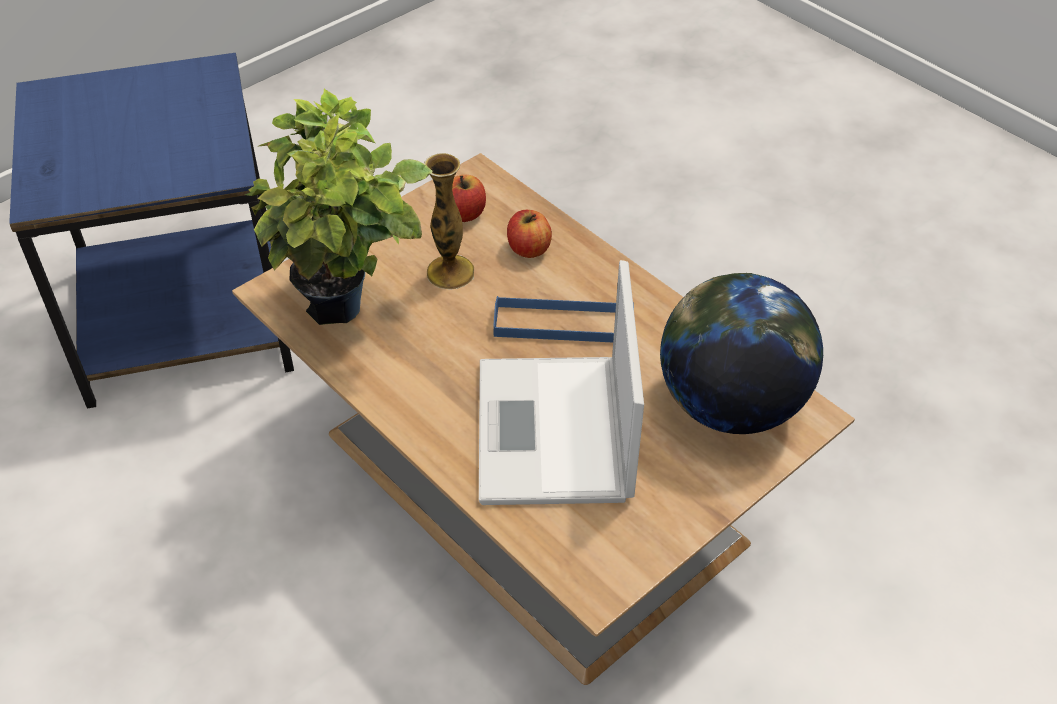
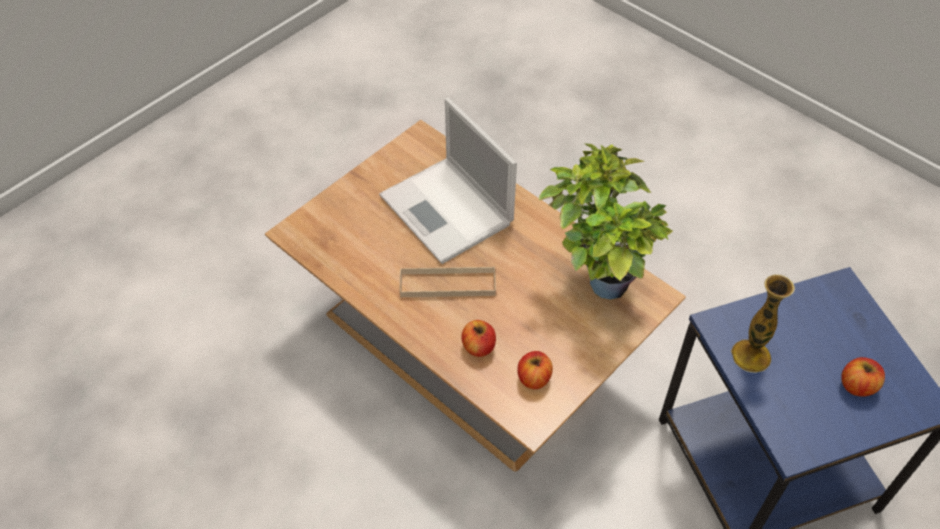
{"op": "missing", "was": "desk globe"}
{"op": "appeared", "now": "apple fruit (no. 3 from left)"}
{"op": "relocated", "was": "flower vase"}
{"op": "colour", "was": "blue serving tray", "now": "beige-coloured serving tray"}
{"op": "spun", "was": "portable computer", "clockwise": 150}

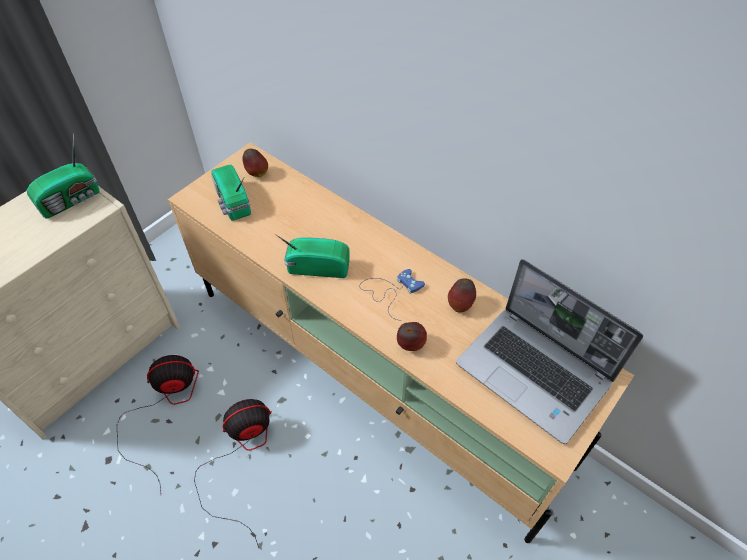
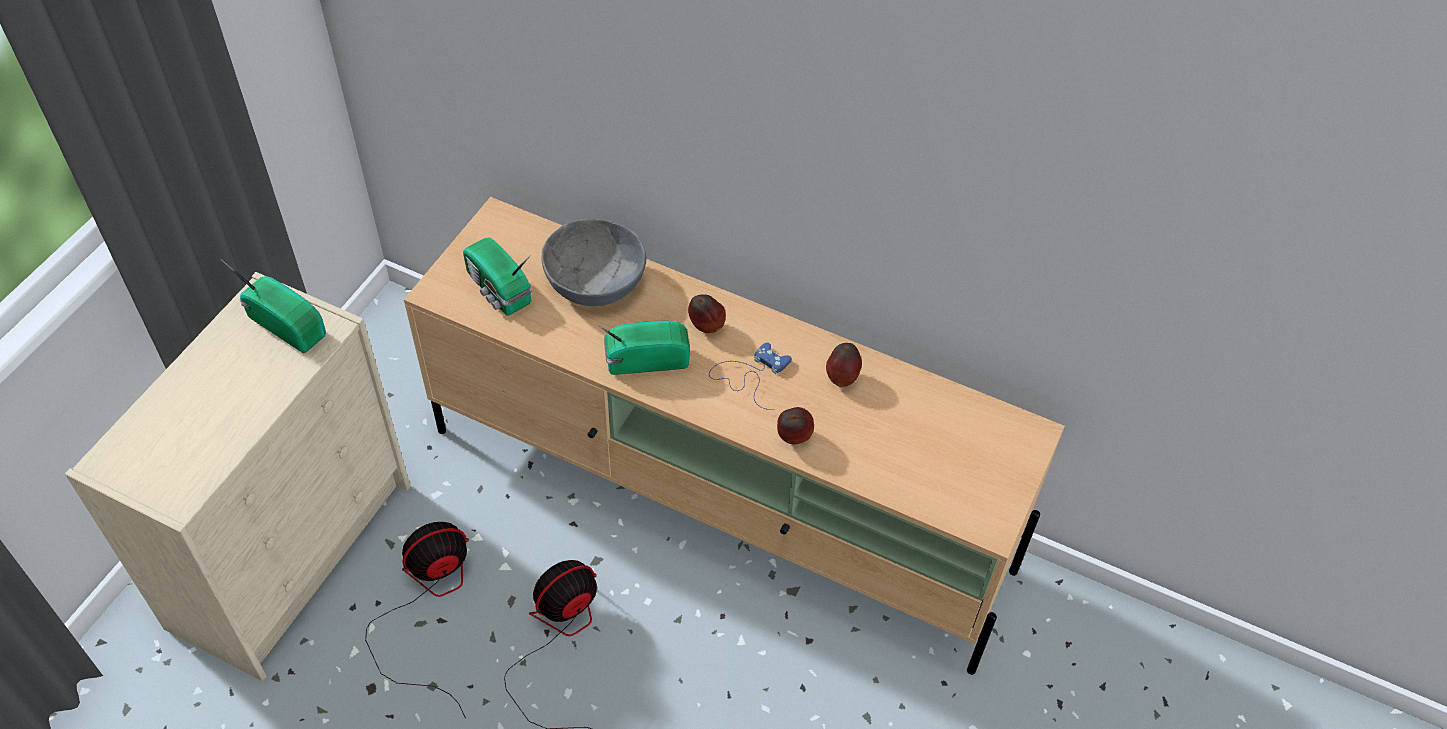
{"op": "missing", "was": "portable computer"}
{"op": "appeared", "now": "gray serving bowl"}
{"op": "relocated", "was": "apple fruit (no. 1 from left)"}
{"op": "spun", "was": "radio set (no. 1 from left)", "clockwise": -90}

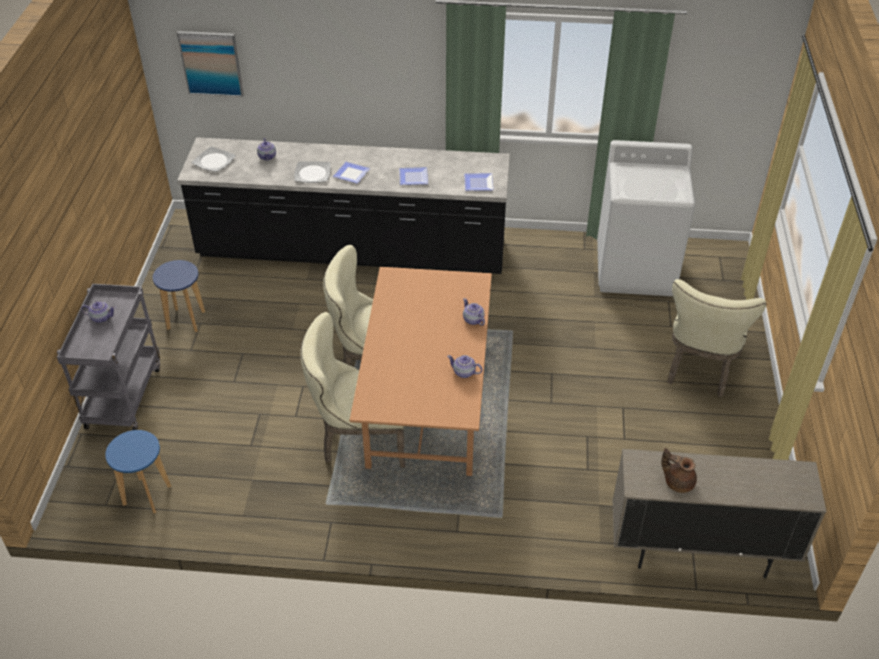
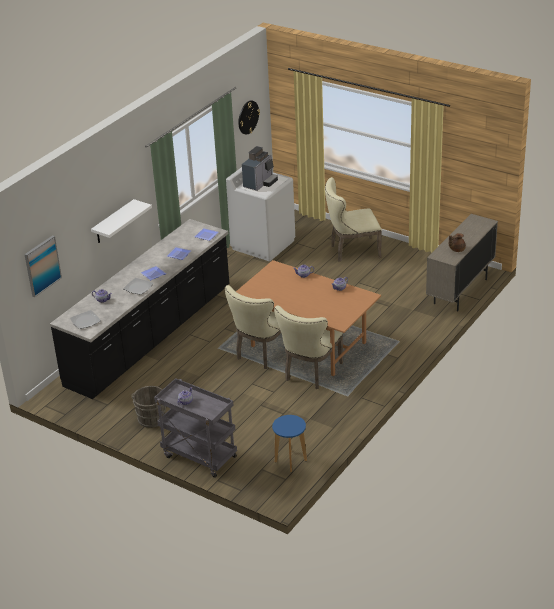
{"op": "appeared", "now": "white shelf"}
{"op": "appeared", "now": "clock on the wall"}
{"op": "appeared", "now": "coffee maker"}
{"op": "exchanged", "was": "blue sitting stool (no. 2 from left)", "now": "gray pail"}
{"op": "spun", "was": "beige-coloured plain chair (no. 3 from left)", "clockwise": 120}

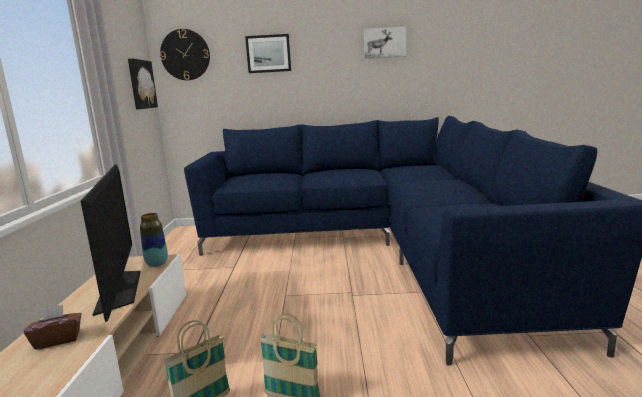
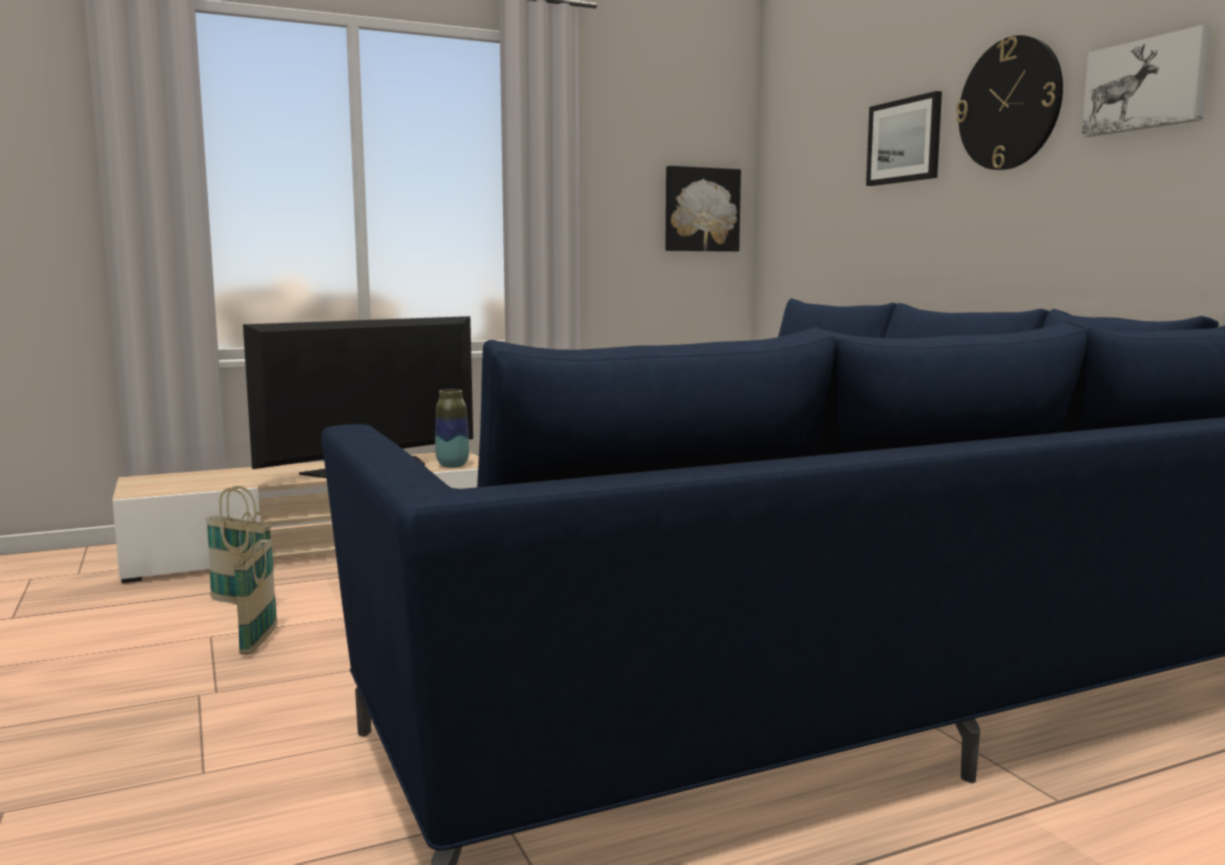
{"op": "missing", "was": "brown tissue holder"}
{"op": "relocated", "was": "clock on the wall"}

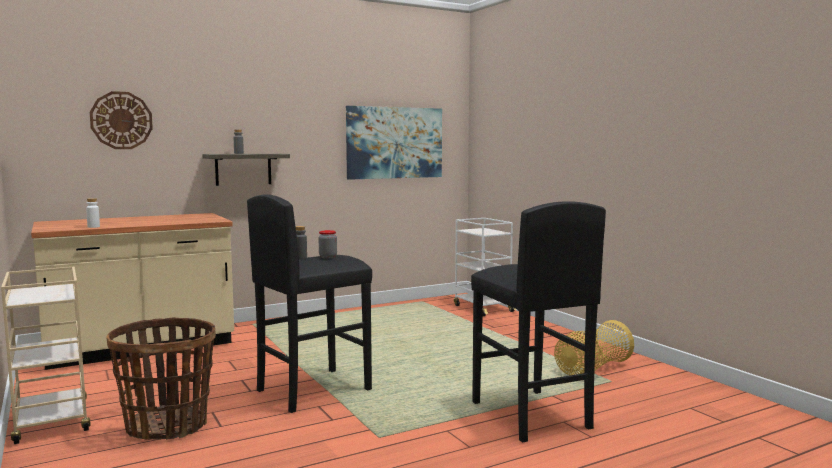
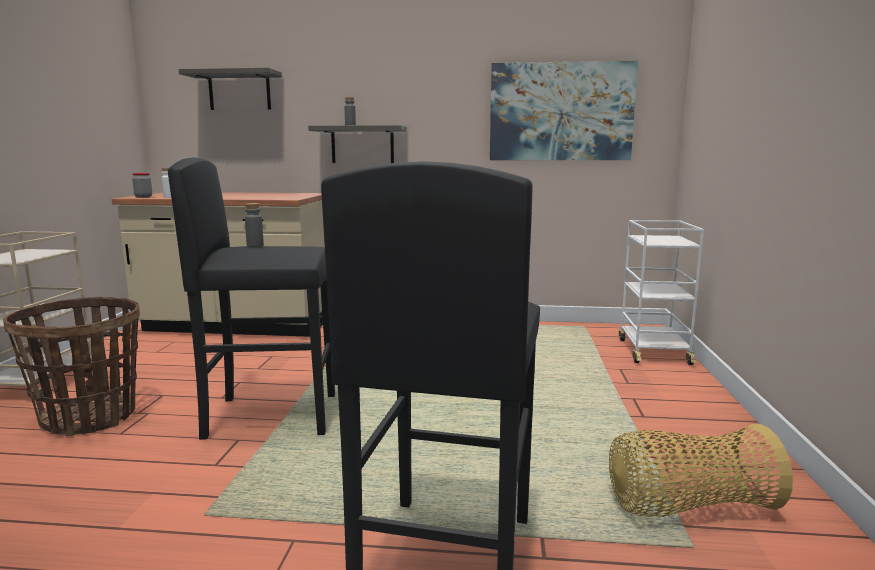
{"op": "relocated", "was": "jar"}
{"op": "exchanged", "was": "clock on the wall", "now": "shelf (no. 1 from left)"}

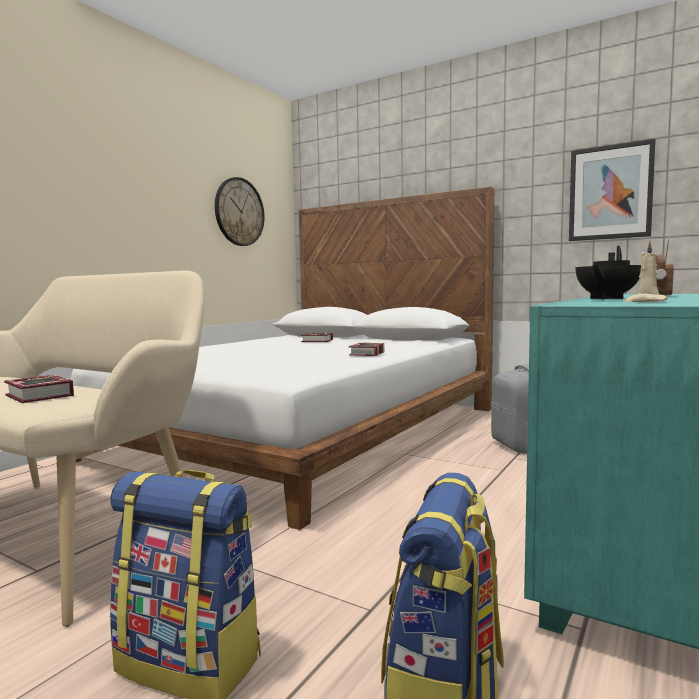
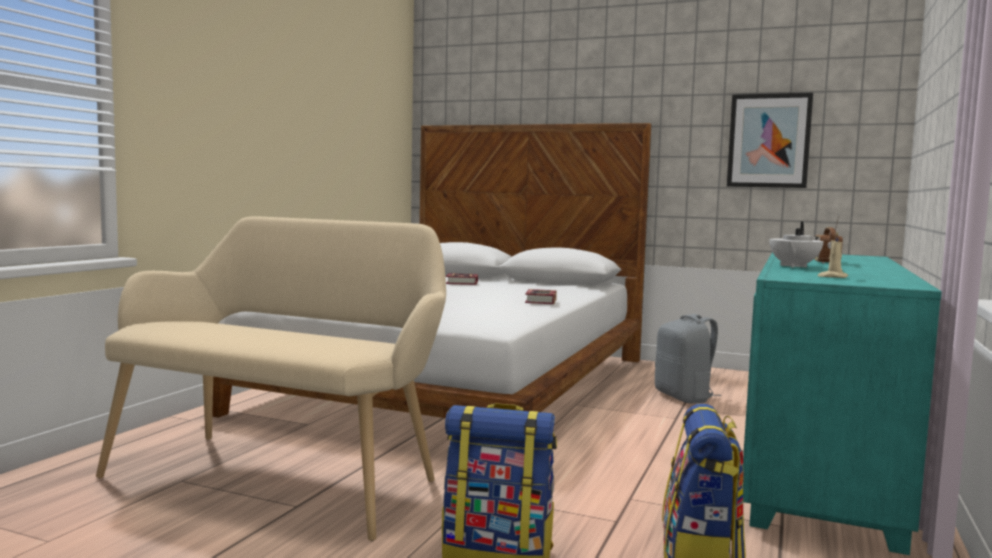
{"op": "missing", "was": "volume (no. 1 from left)"}
{"op": "missing", "was": "clock on the wall"}
{"op": "colour", "was": "black pot for tea", "now": "white pot for tea"}

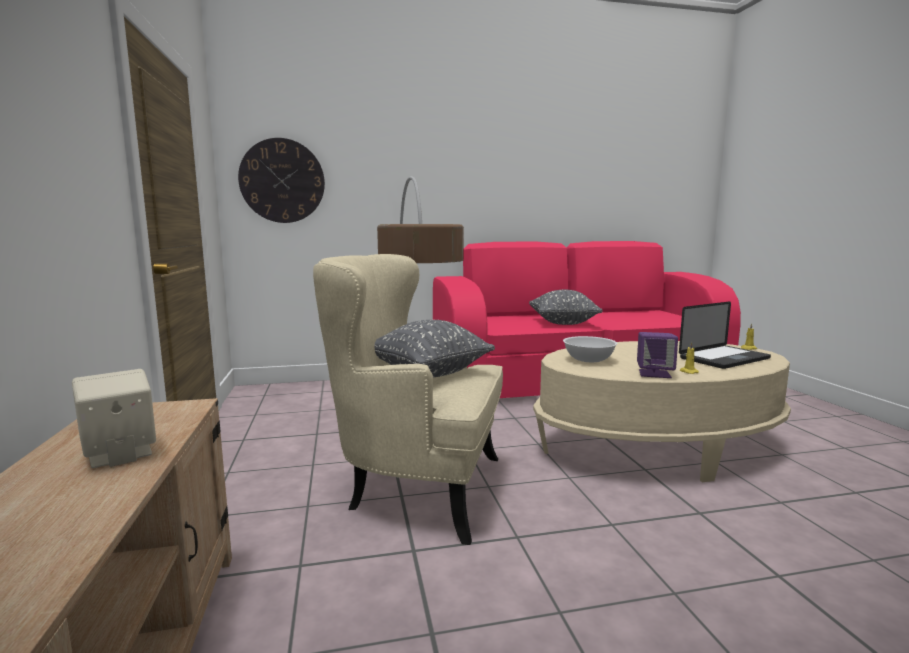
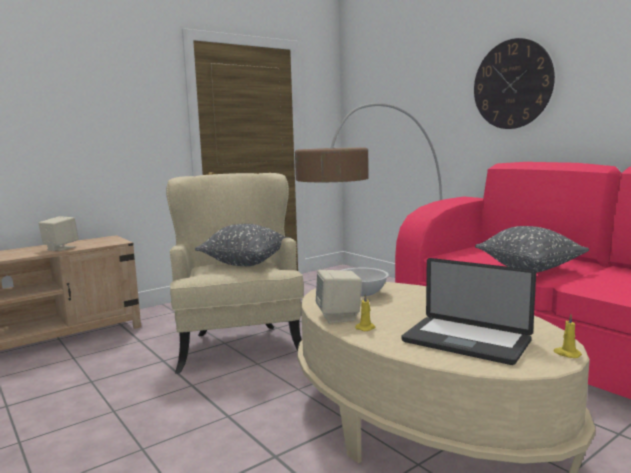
{"op": "relocated", "was": "clock on the wall"}
{"op": "colour", "was": "purple speaker", "now": "beige-coloured speaker (no. 2 from left)"}

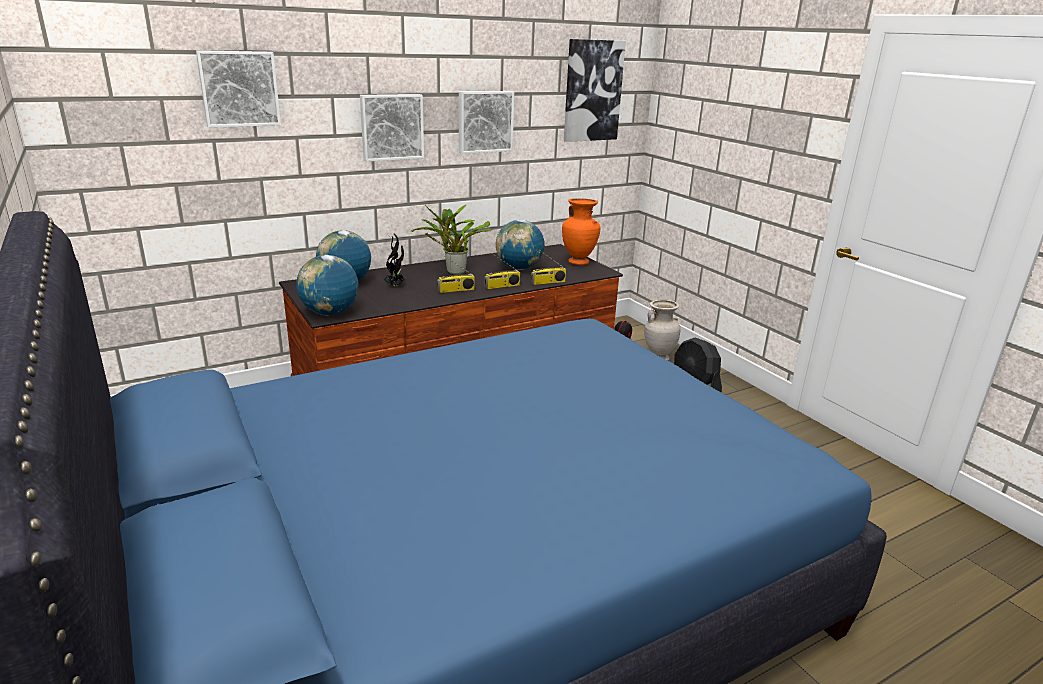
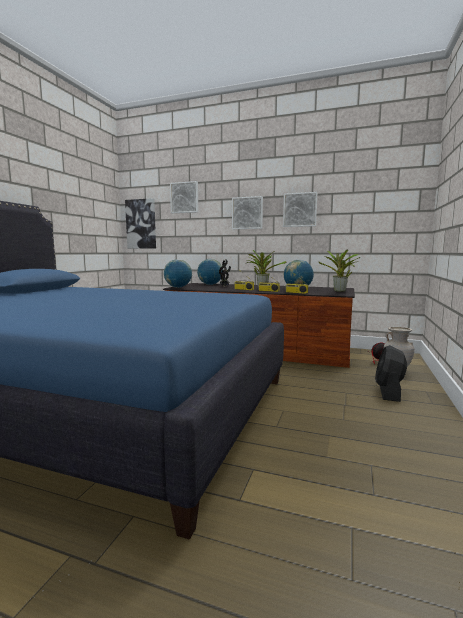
{"op": "relocated", "was": "wall picture (no. 4 from left in the first image)", "now": "wall picture (no. 1 from left)"}
{"op": "exchanged", "was": "orange-coloured flower vase", "now": "plant in a pot (no. 3 from left)"}

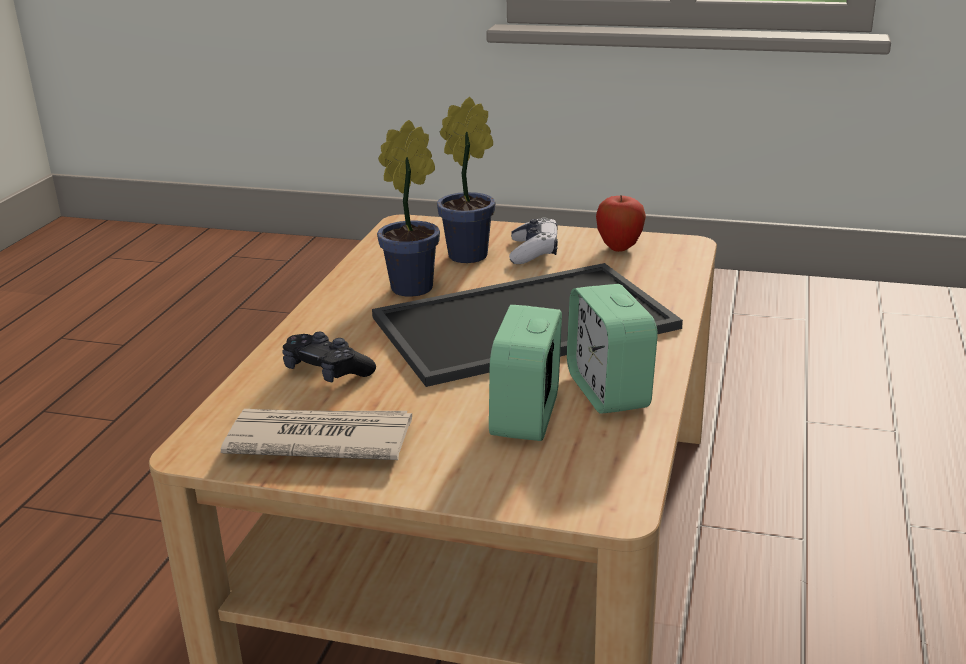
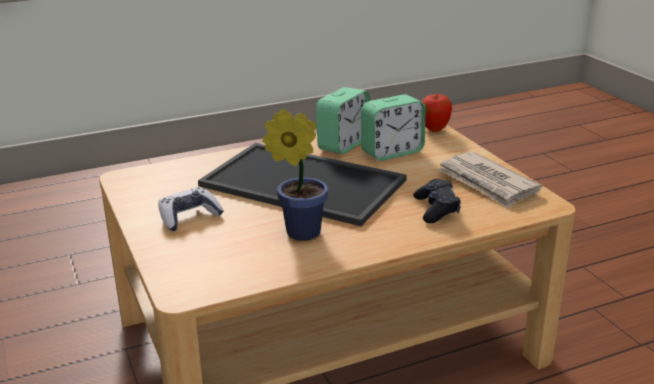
{"op": "missing", "was": "plant in a pot (no. 2 from left)"}
{"op": "relocated", "was": "apple fruit"}

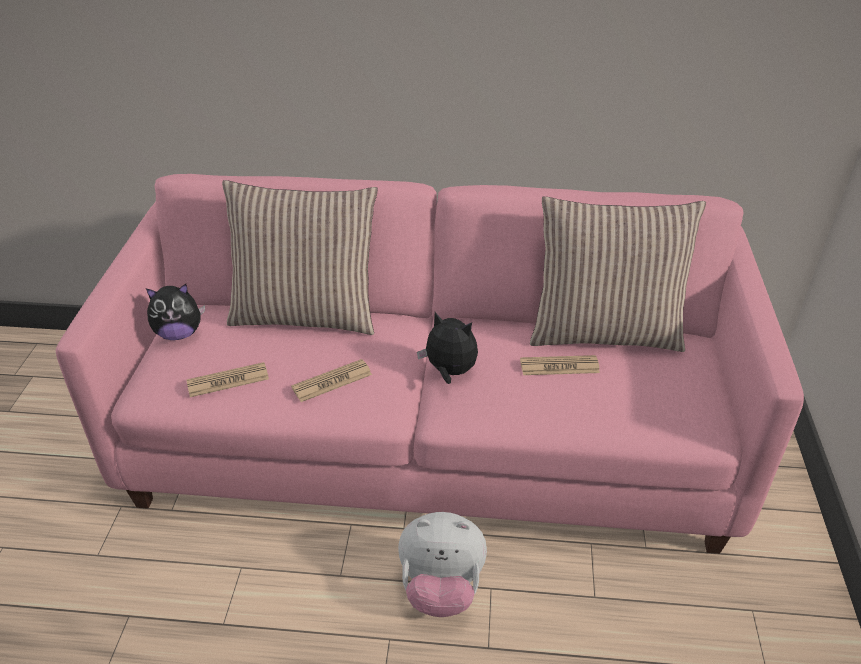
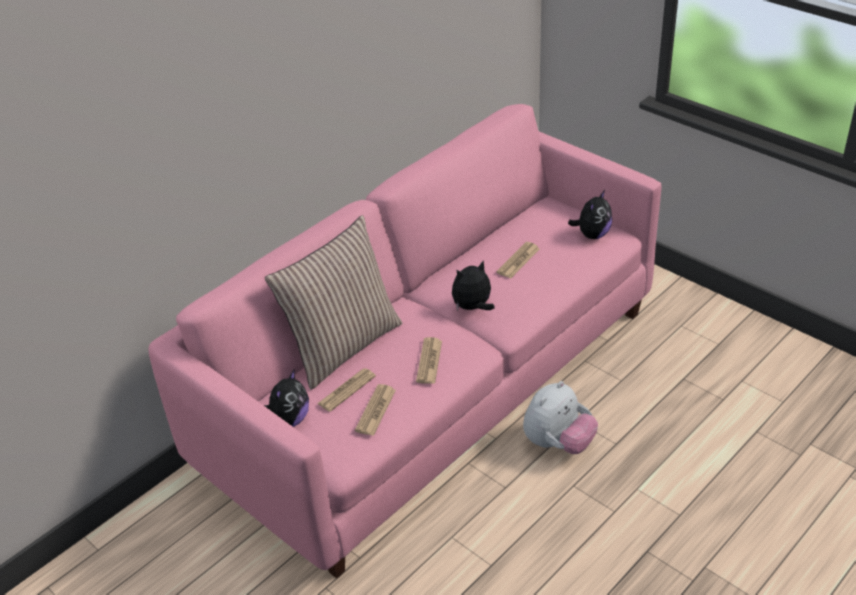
{"op": "missing", "was": "throw pillow (no. 2 from left)"}
{"op": "appeared", "now": "daily paper (no. 1 from left)"}
{"op": "appeared", "now": "plush toy (no. 4 from left)"}

